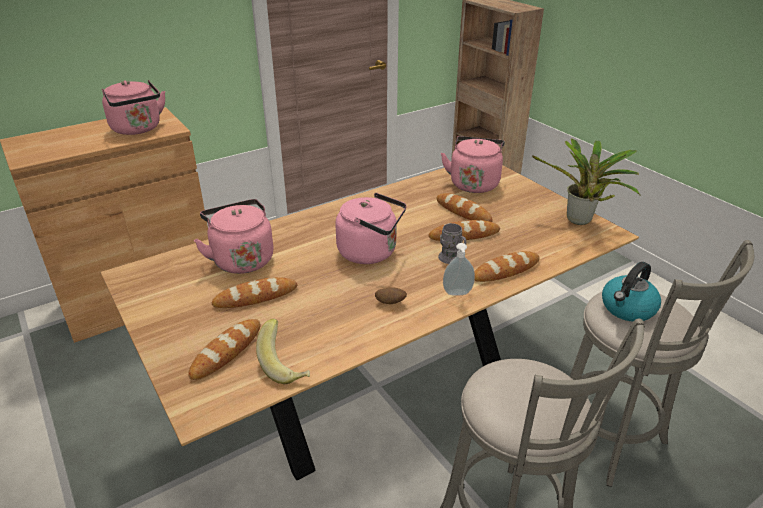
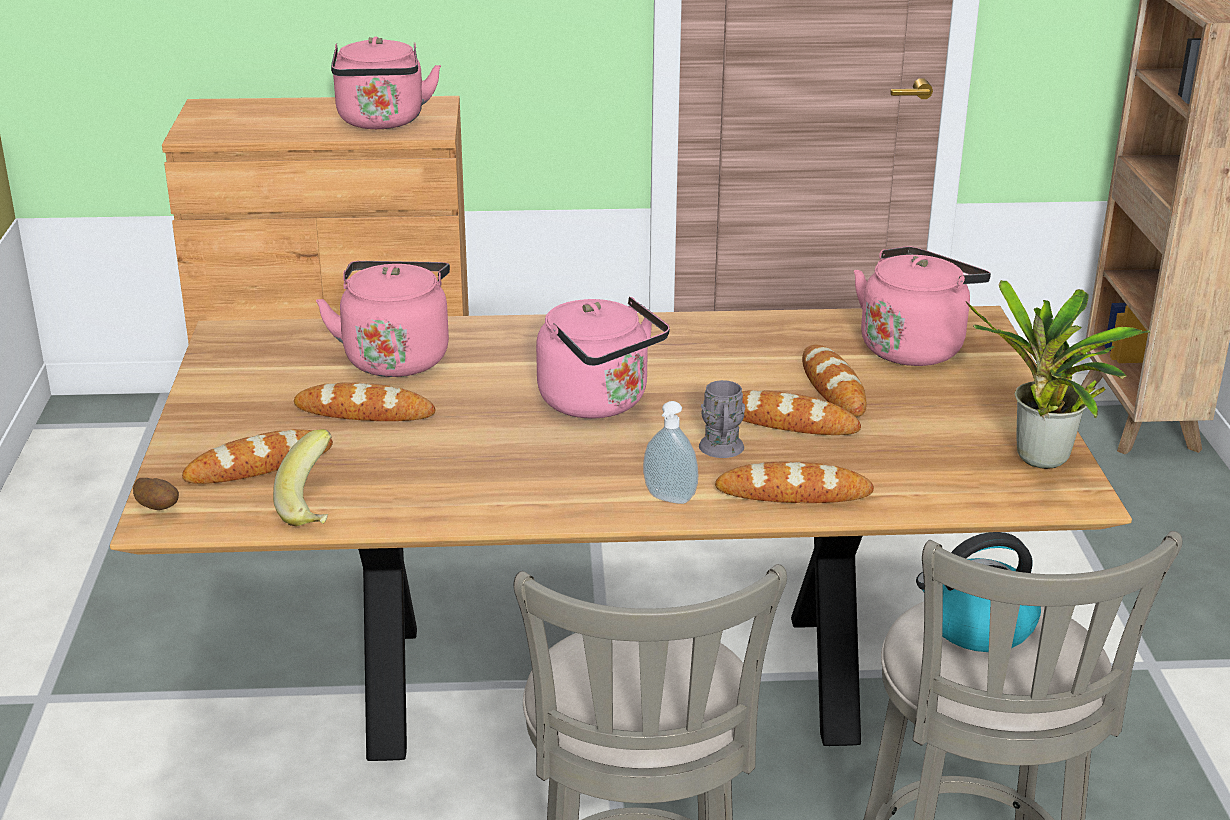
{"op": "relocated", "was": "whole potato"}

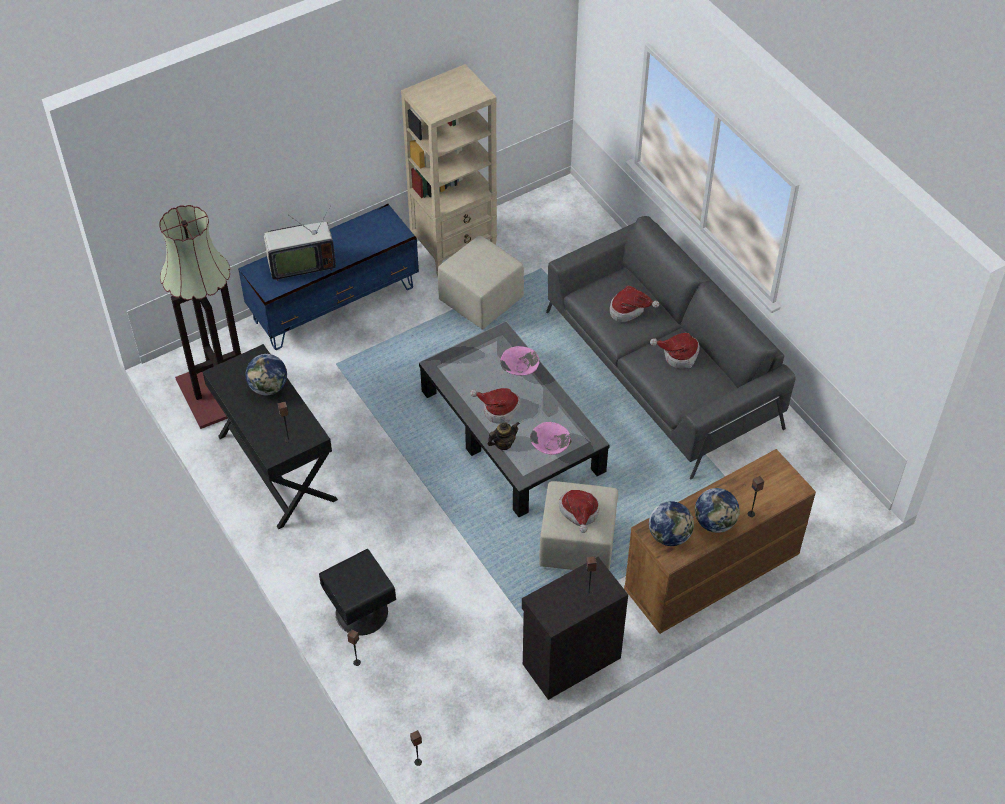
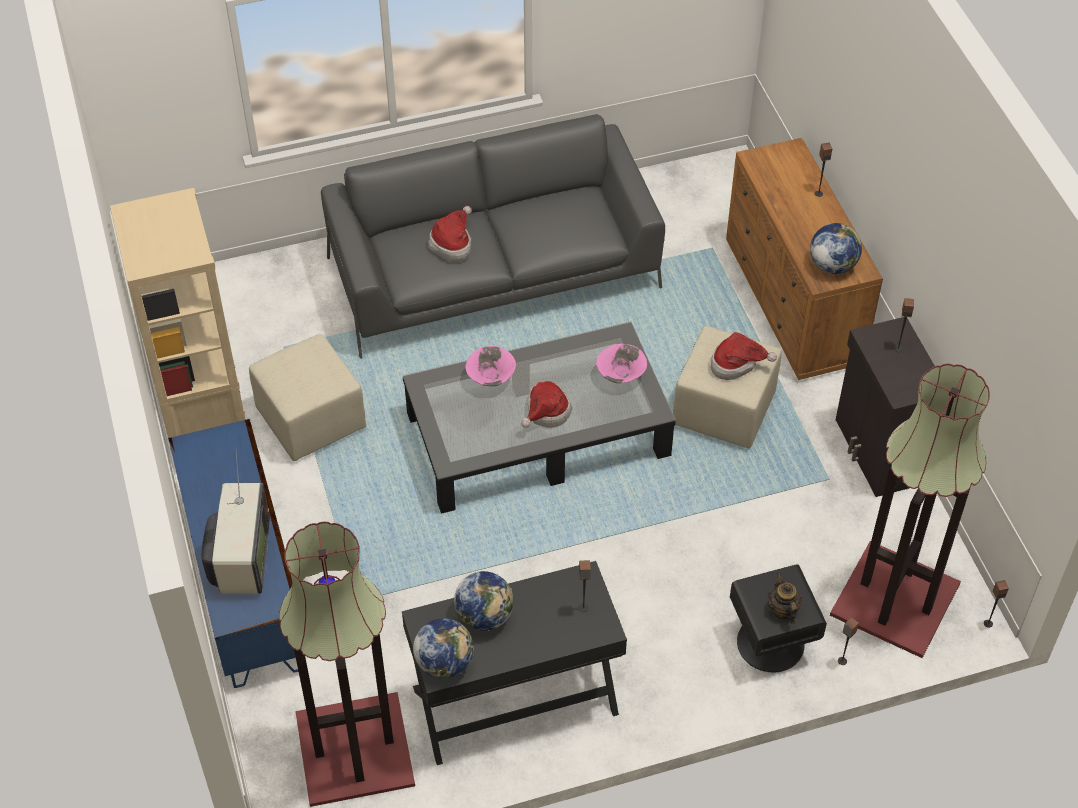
{"op": "missing", "was": "wearable hat (no. 4 from left)"}
{"op": "appeared", "now": "standard lamp (no. 2 from left)"}
{"op": "relocated", "was": "pot for tea"}
{"op": "relocated", "was": "desk globe (no. 3 from left in the first image)", "now": "desk globe (no. 1 from left)"}

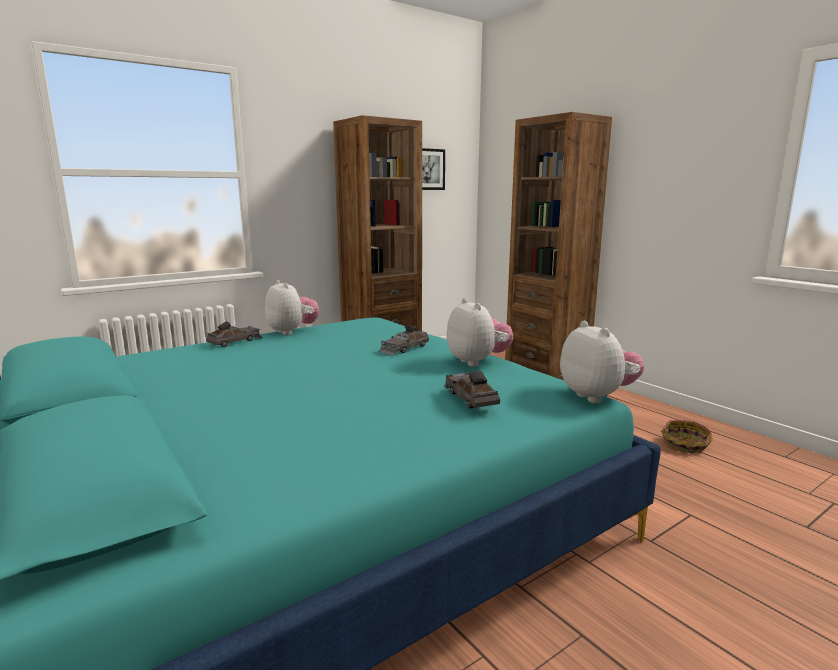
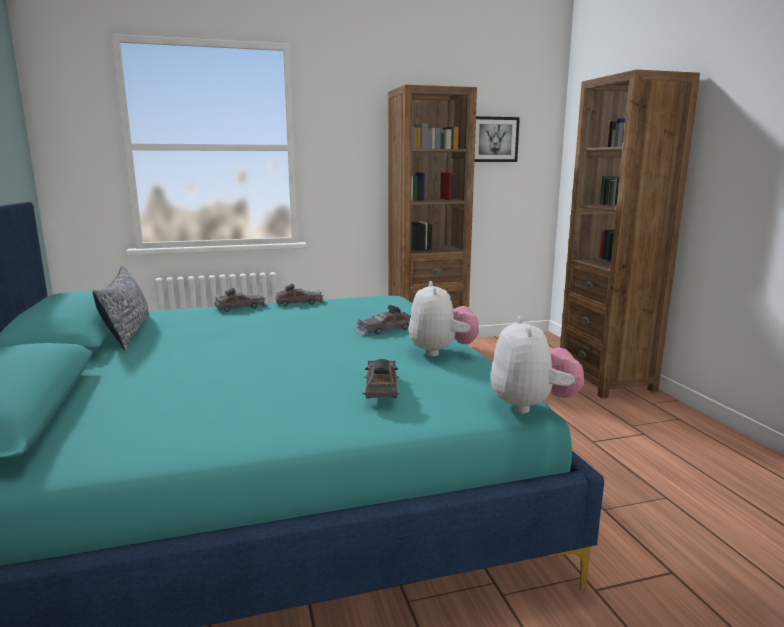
{"op": "missing", "was": "household basket"}
{"op": "appeared", "now": "throw pillow"}
{"op": "exchanged", "was": "plush toy (no. 1 from left)", "now": "gray model car (no. 2 from left)"}

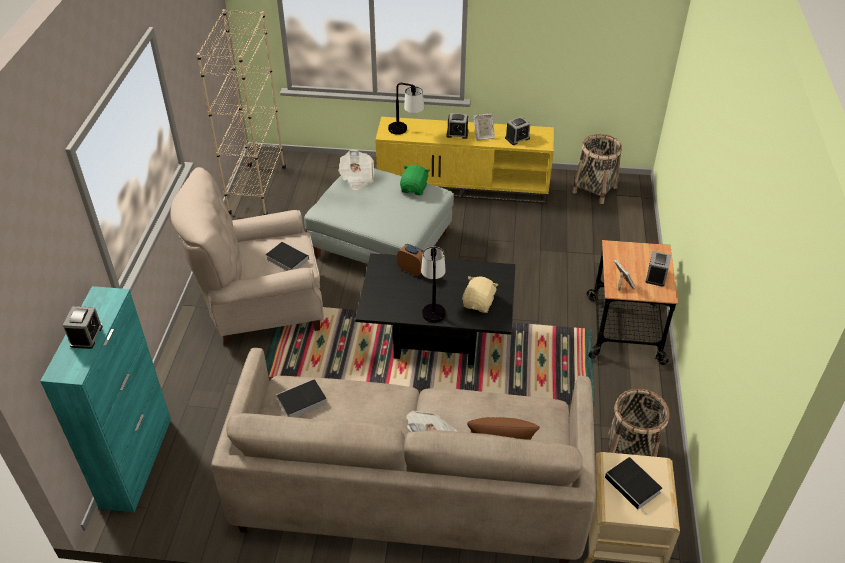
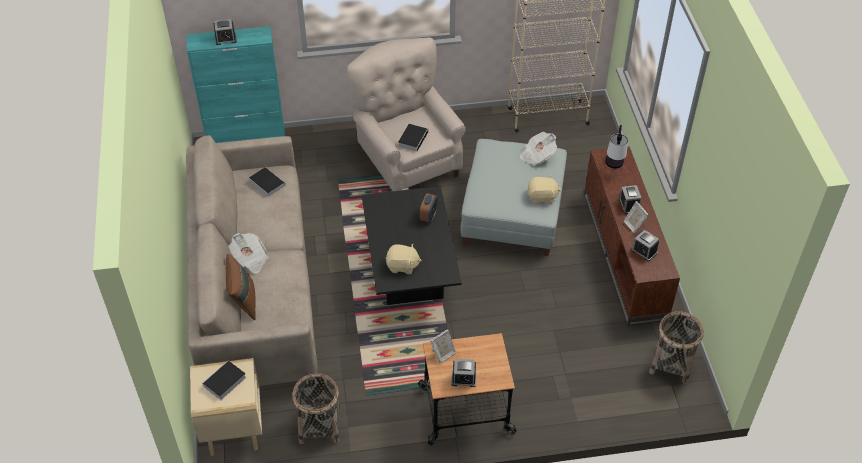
{"op": "missing", "was": "table lamp (no. 2 from left)"}
{"op": "colour", "was": "yellowish tv unit", "now": "brown tv unit"}
{"op": "colour", "was": "green-coloured plush toy", "now": "beige-coloured plush toy (no. 2 from left)"}

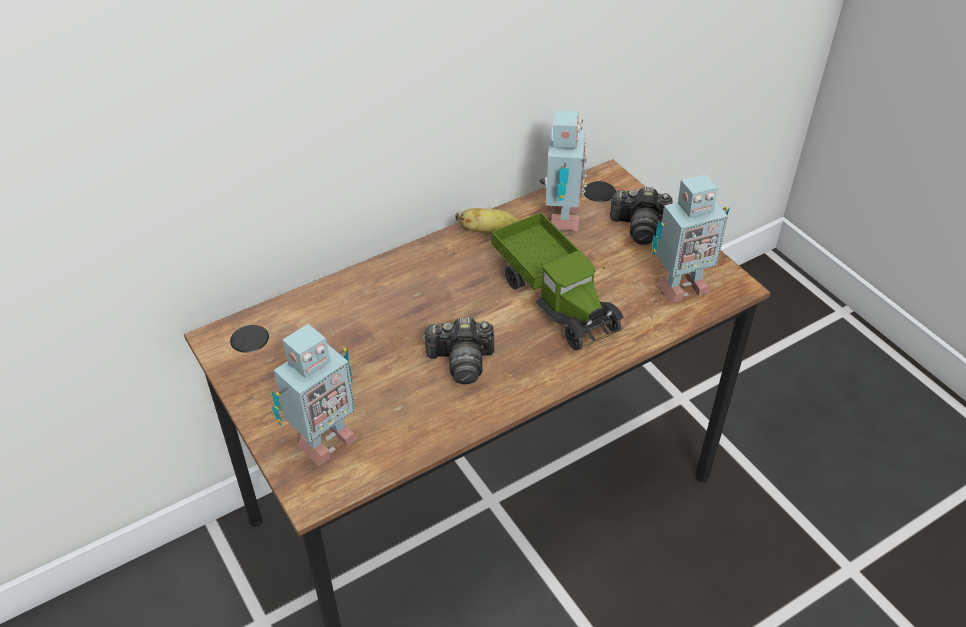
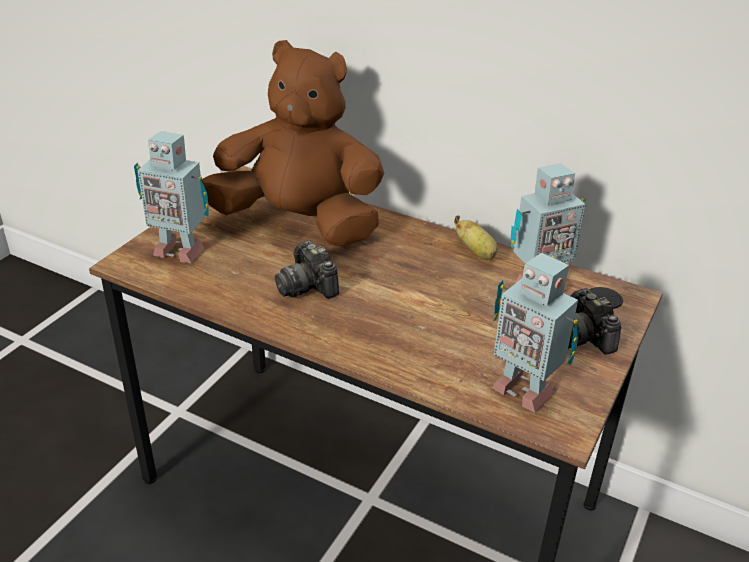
{"op": "missing", "was": "model truck"}
{"op": "appeared", "now": "brown plush toy"}

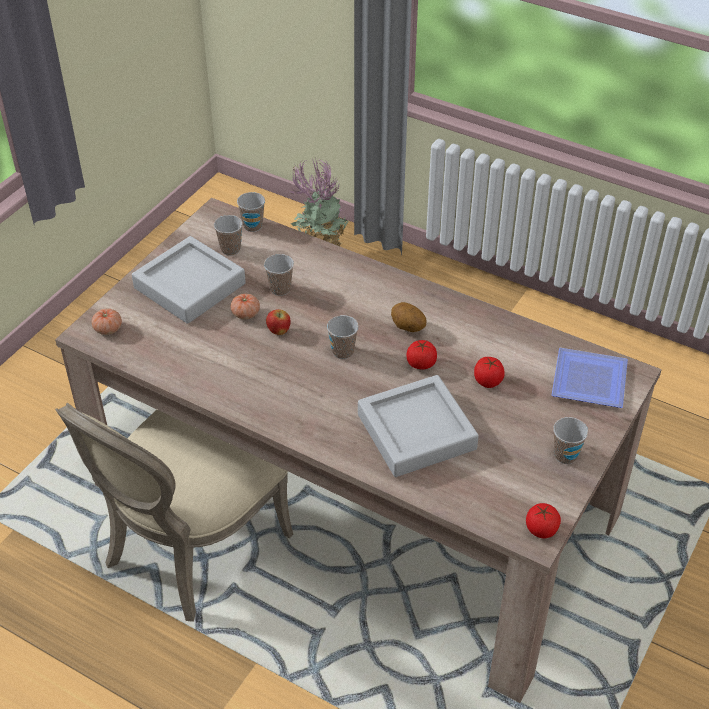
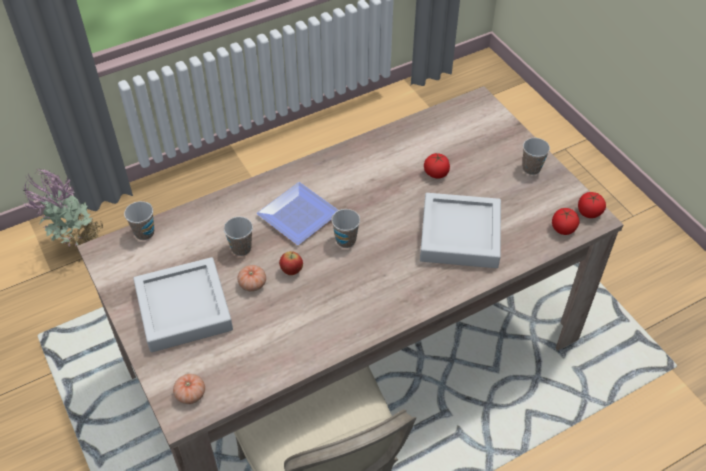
{"op": "missing", "was": "drinking cup (no. 1 from left)"}
{"op": "missing", "was": "whole potato"}
{"op": "relocated", "was": "tomato (no. 3 from left in the first image)", "now": "tomato (no. 4 from left)"}
{"op": "relocated", "was": "plate"}

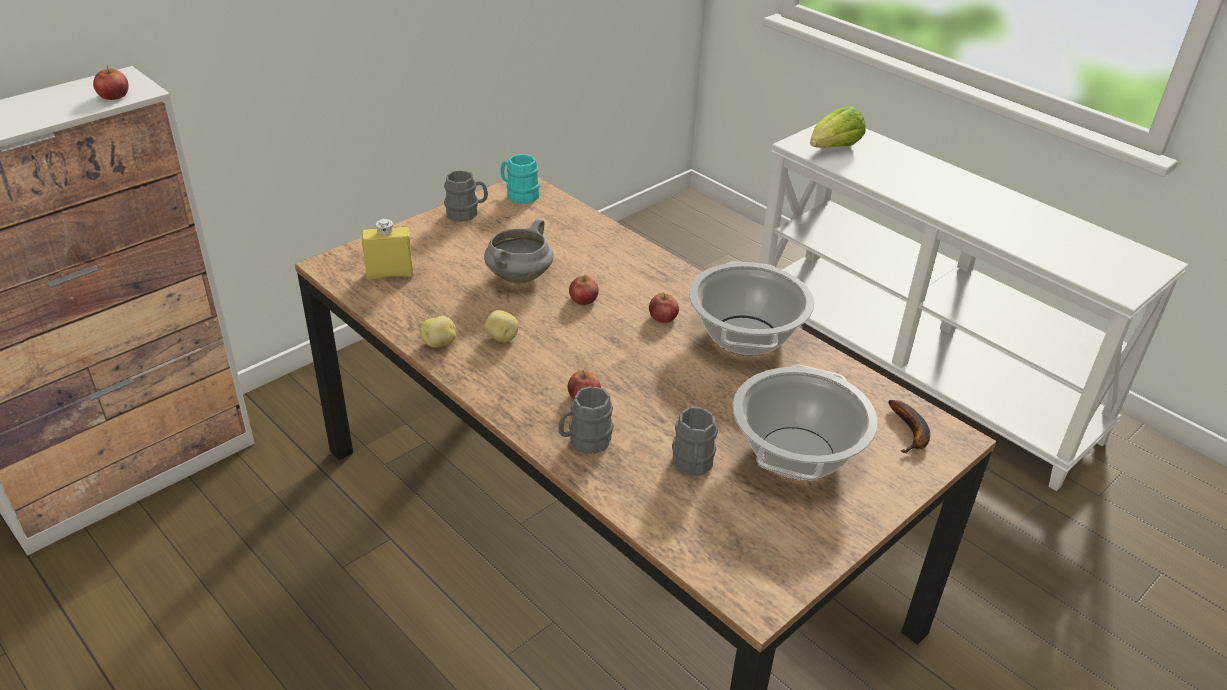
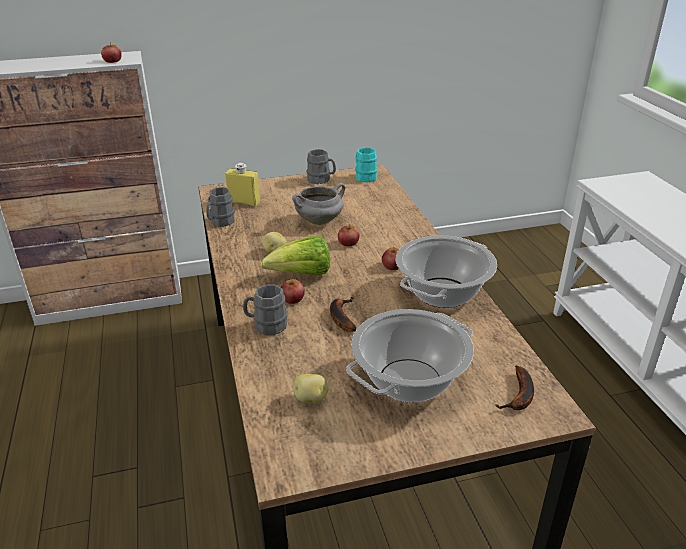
{"op": "appeared", "now": "whole banana (no. 1 from left)"}
{"op": "relocated", "was": "whole potato (no. 1 from left in the first image)", "now": "whole potato (no. 2 from left)"}
{"op": "relocated", "was": "gray mug (no. 3 from left in the first image)", "now": "gray mug (no. 1 from left)"}
{"op": "relocated", "was": "head of lettuce"}

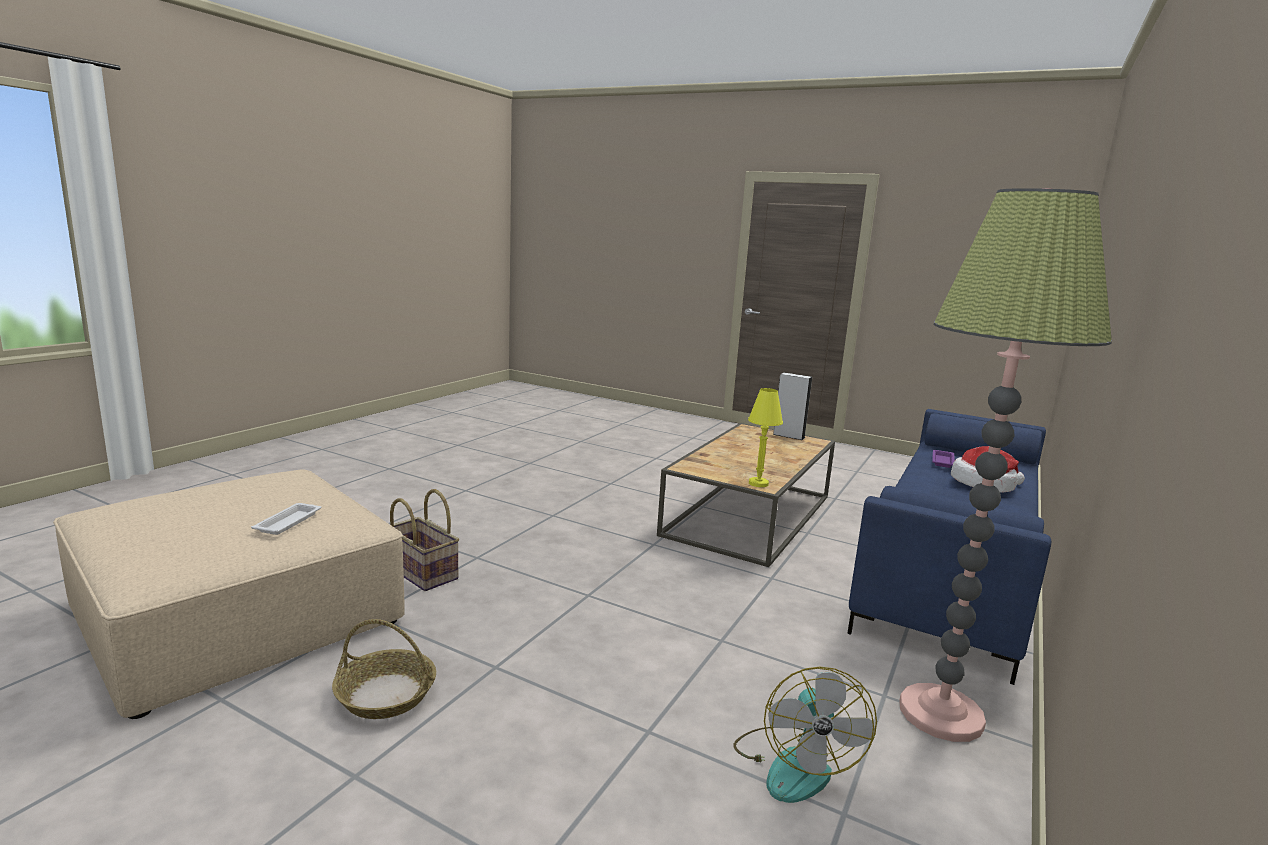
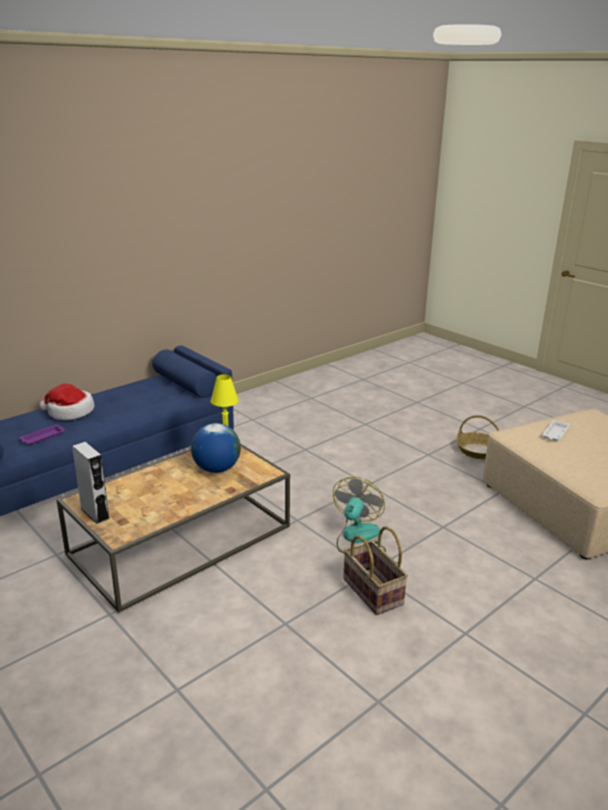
{"op": "missing", "was": "standard lamp"}
{"op": "appeared", "now": "desk globe"}
{"op": "relocated", "was": "household basket (no. 2 from left in the first image)", "now": "household basket (no. 1 from left)"}
{"op": "relocated", "was": "cooling fan"}

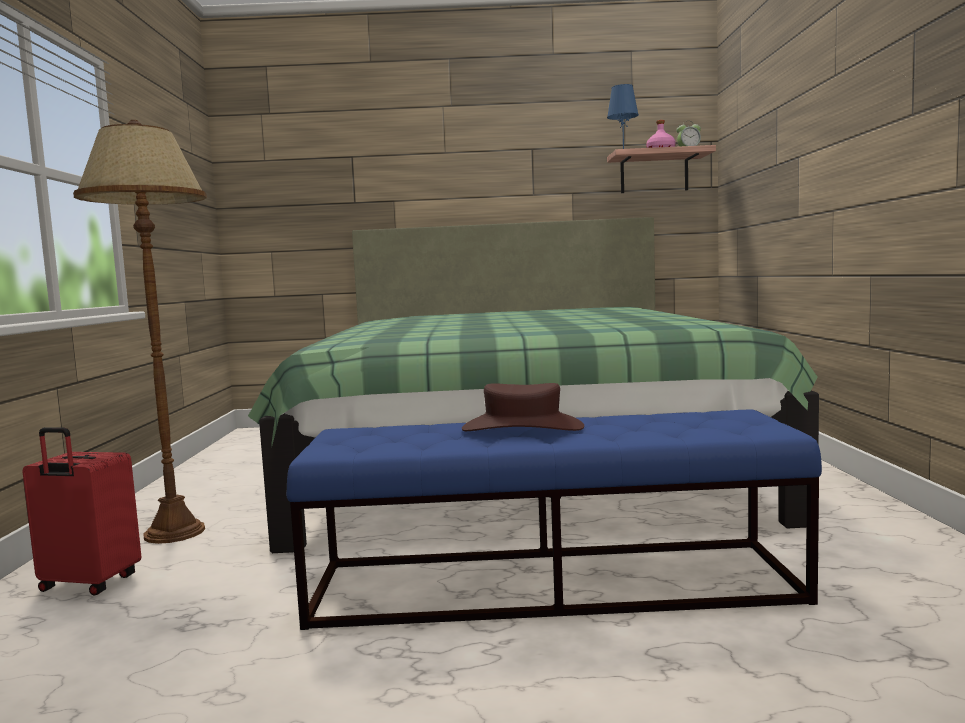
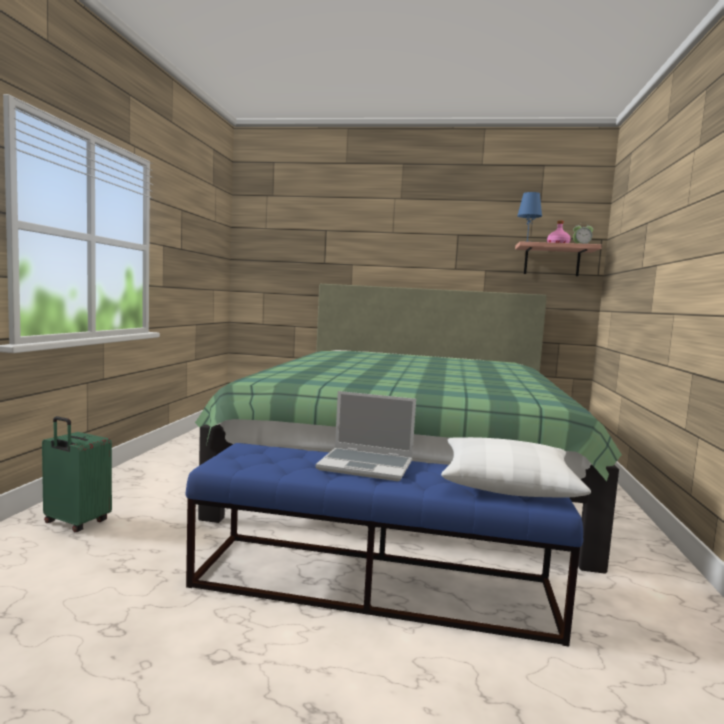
{"op": "missing", "was": "brown standard lamp"}
{"op": "appeared", "now": "white throw pillow"}
{"op": "exchanged", "was": "brown wearable hat", "now": "portable computer"}
{"op": "colour", "was": "red travel case", "now": "green-coloured travel case"}

